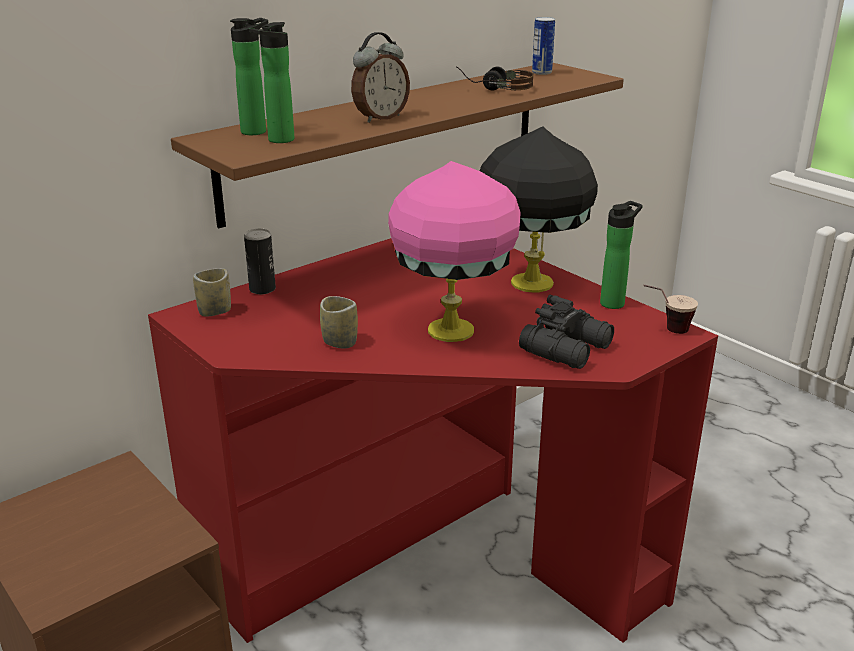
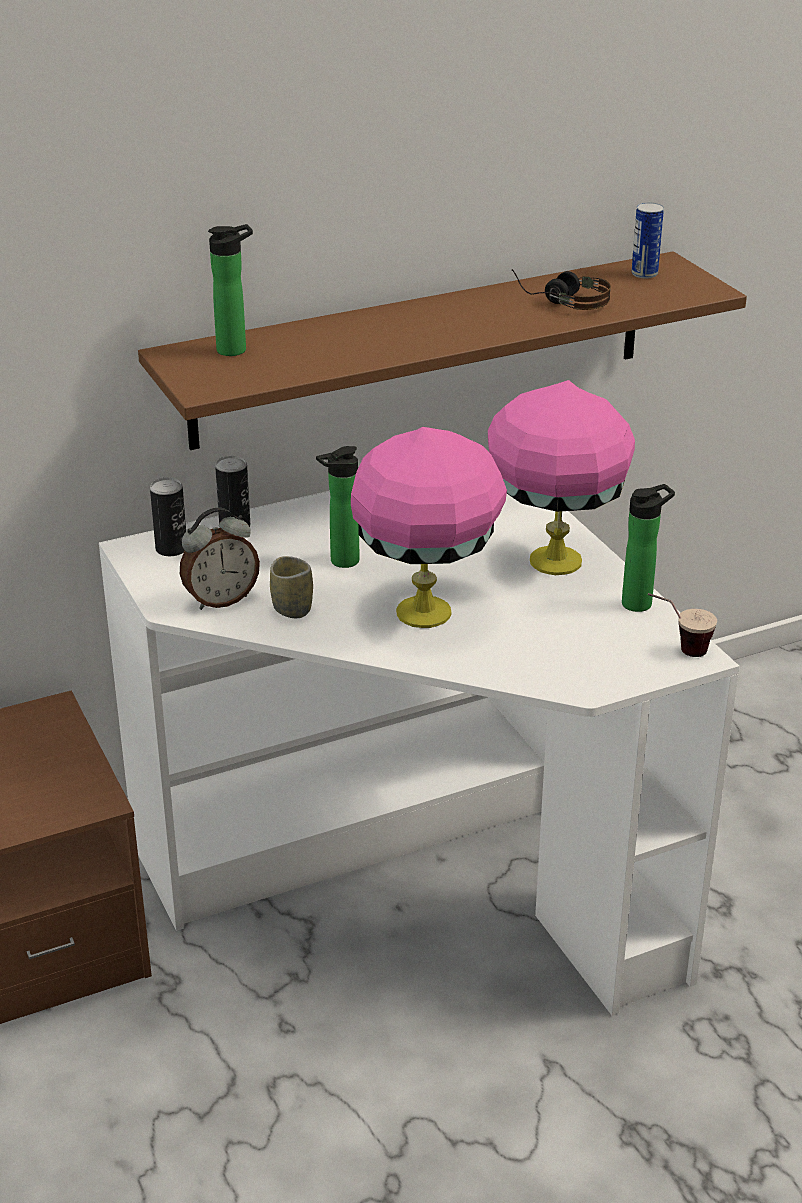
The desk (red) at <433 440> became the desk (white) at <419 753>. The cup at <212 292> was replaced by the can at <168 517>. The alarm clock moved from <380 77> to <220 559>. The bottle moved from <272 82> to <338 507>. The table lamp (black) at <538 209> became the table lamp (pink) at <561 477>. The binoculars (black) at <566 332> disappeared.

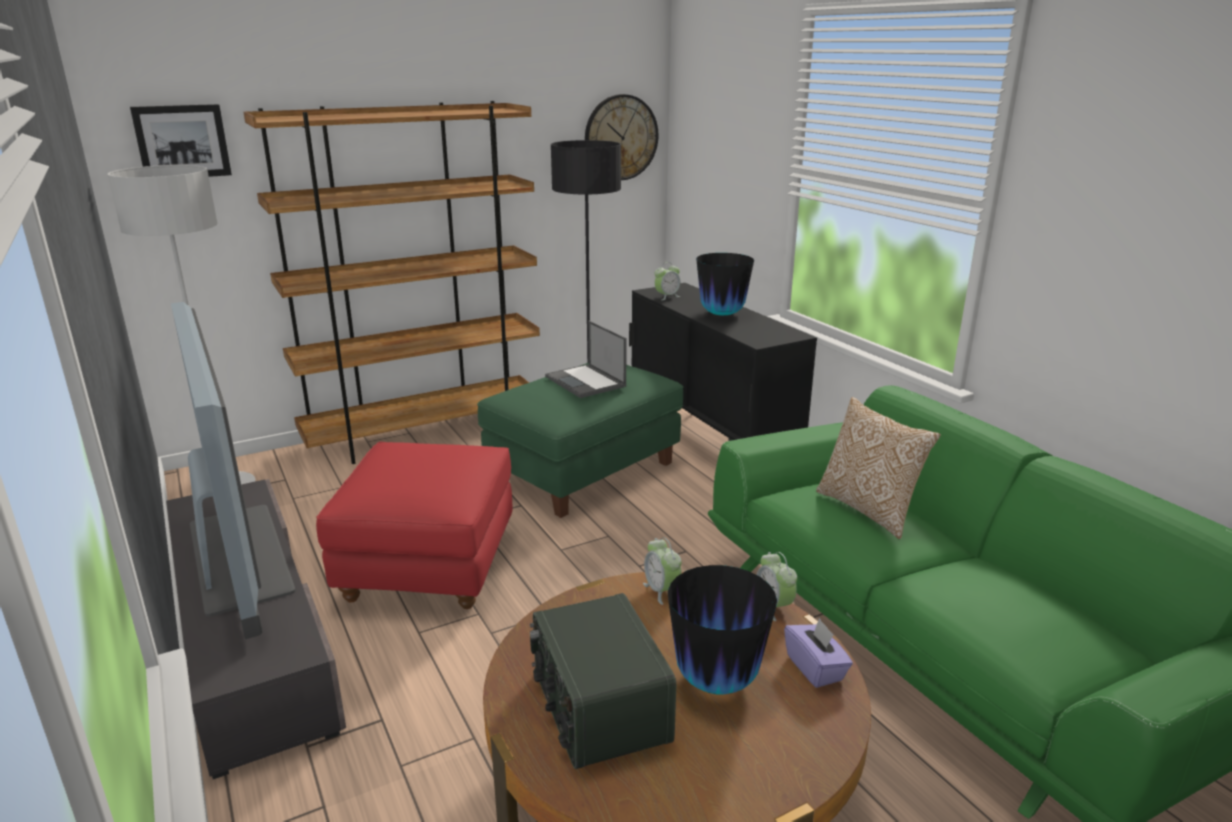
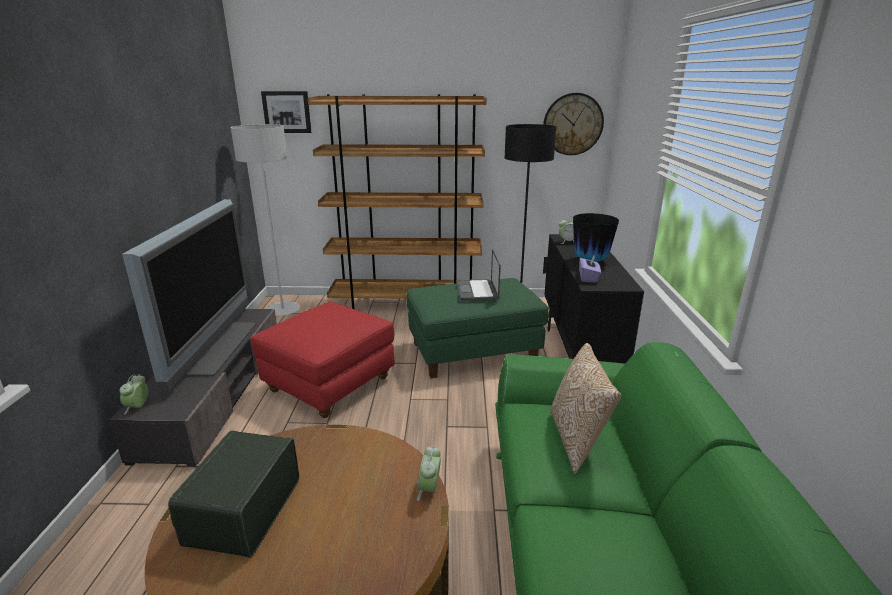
The alarm clock moved from <662 571> to <134 394>. The tissue box (purple) moved from <818 653> to <590 269>. The vase at <722 629> disappeared.

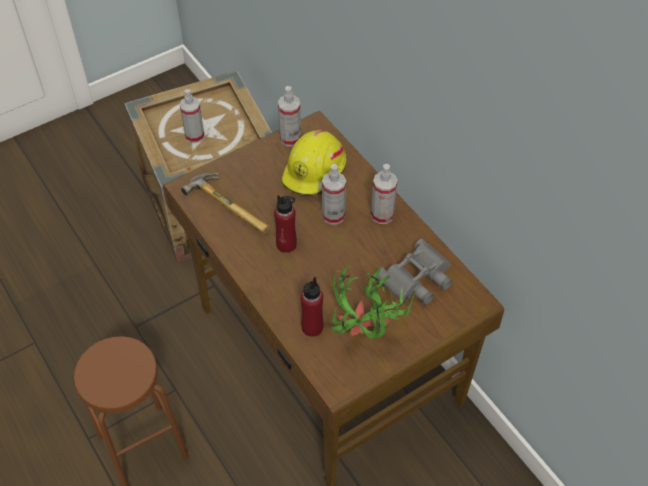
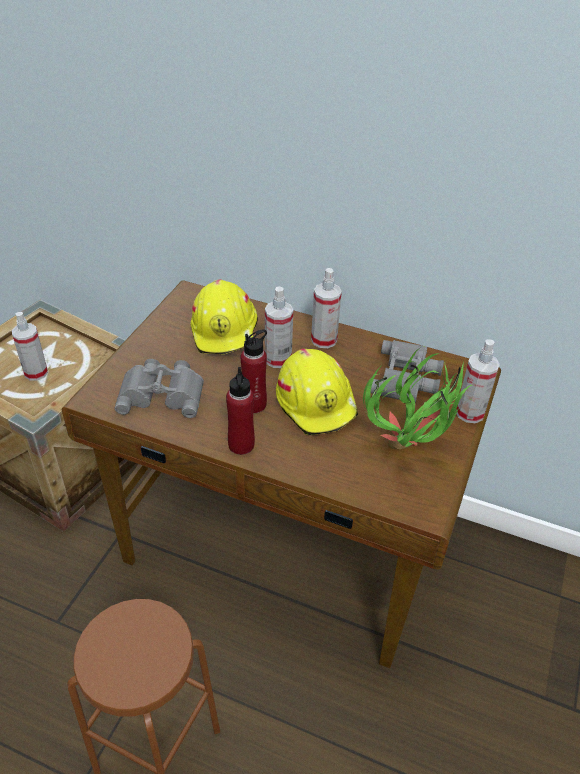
The hammer at <225 203> was replaced by the binoculars (grey) at <159 388>. The bottle (red) moved from <312 307> to <240 411>. The hard hat (yellow) at <317 392> appeared. The spray bottle moved from <289 116> to <478 381>.

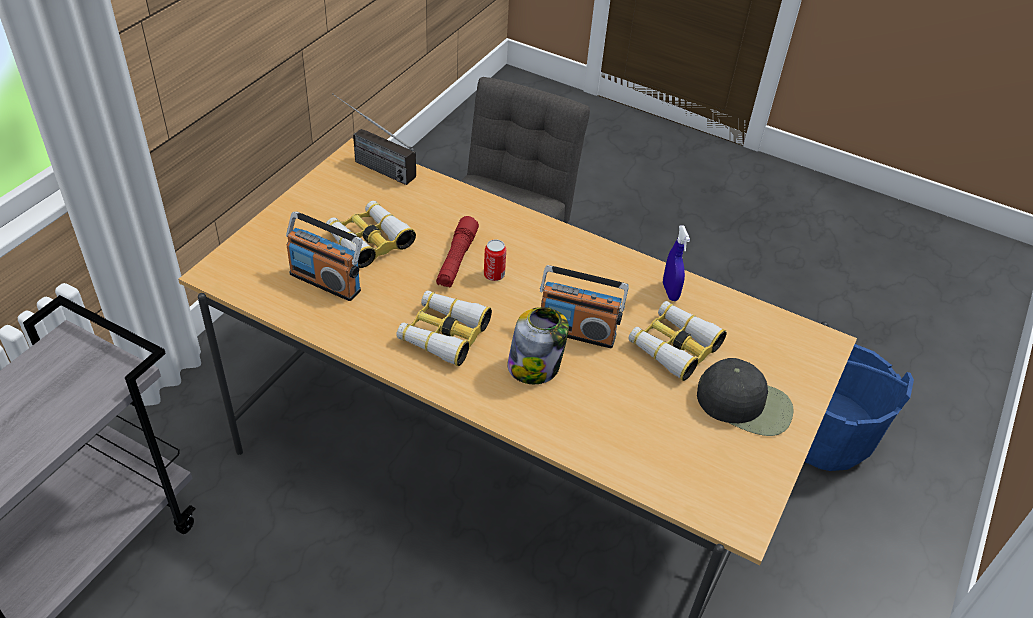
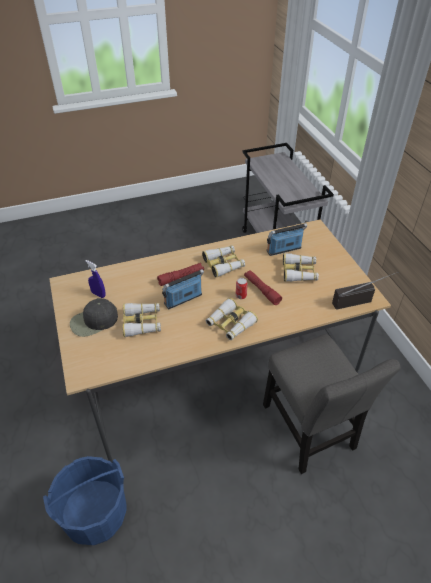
The spray bottle (blue) moved from <676 263> to <95 279>. The jar at <538 345> was replaced by the flashlight (red) at <180 274>. The binoculars at <232 319> appeared.

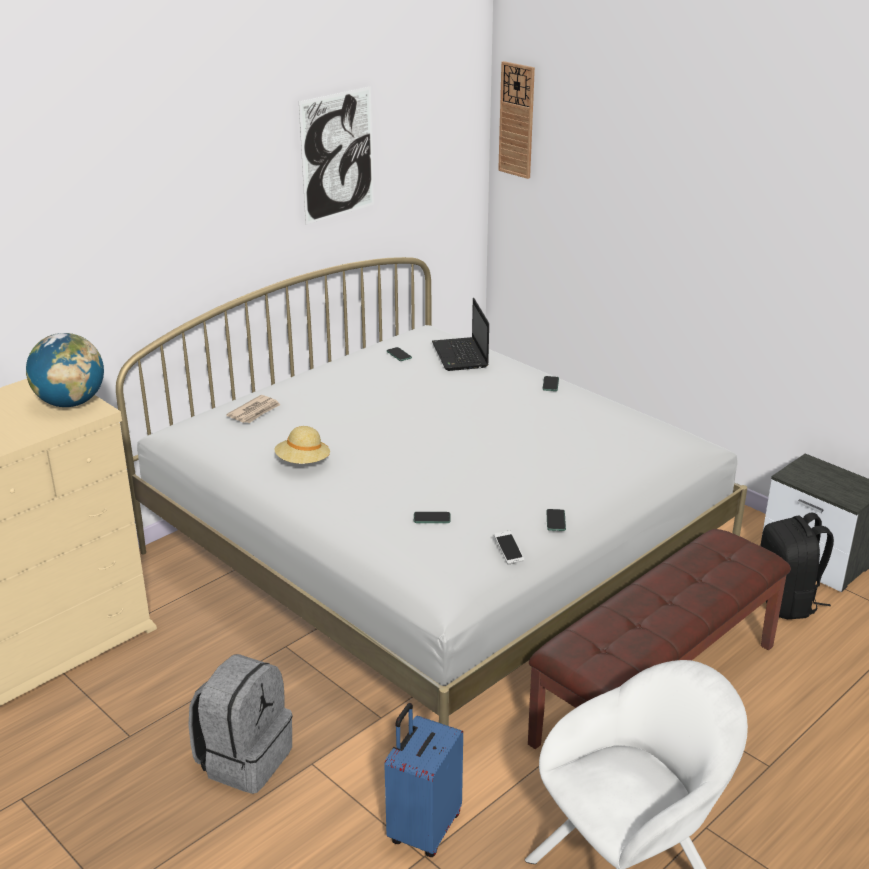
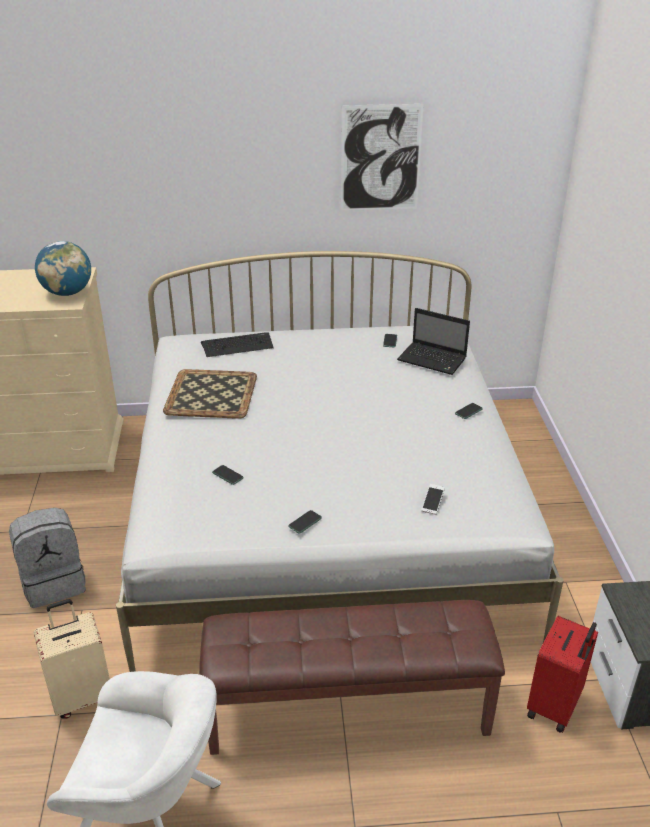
The suitcase (blue) at <423 780> became the suitcase (beige) at <72 659>. The hat (beige) at <302 445> was replaced by the tray at <210 394>. The newspaper at <253 409> was replaced by the keyboard at <237 344>. The laptop at <460 334> turned 90 degrees counterclockwise. The phone moved from <509 547> to <433 499>. The backpack (black) at <797 566> was replaced by the suitcase (red) at <562 674>. The wall clock at <516 120> disappeared.

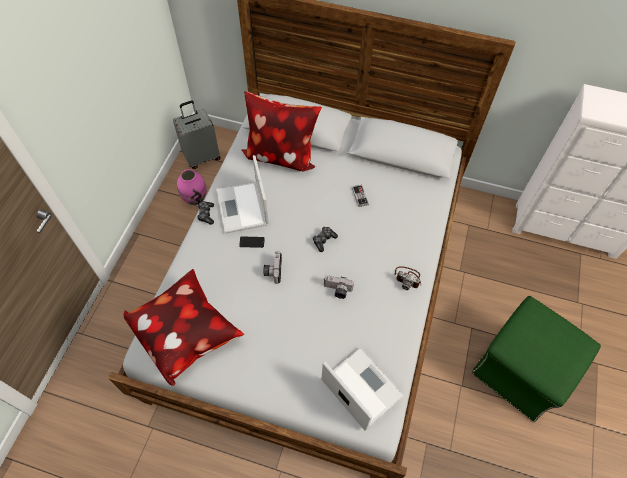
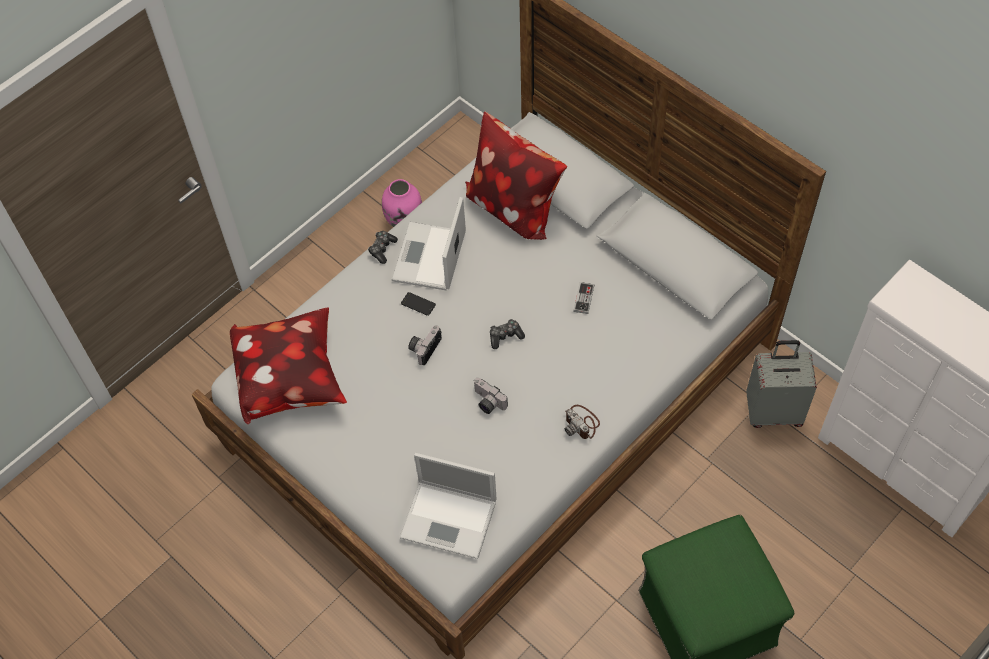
The laptop at <362 389> turned 120 degrees clockwise. The suitcase (grey) moved from <197 135> to <781 384>.

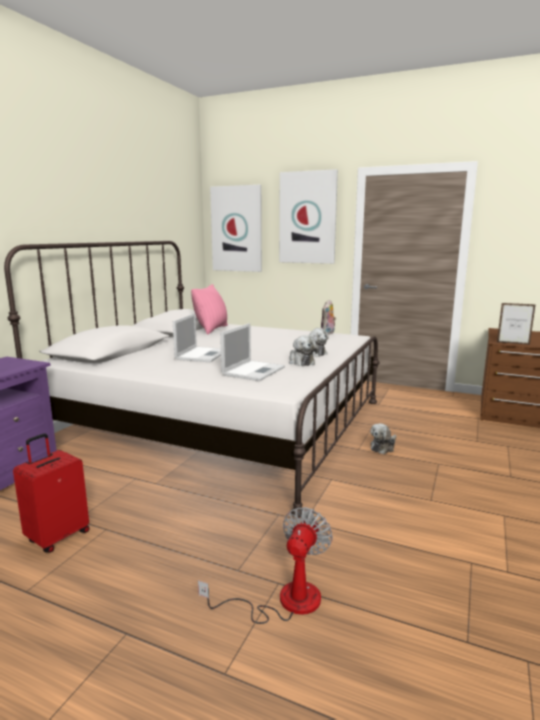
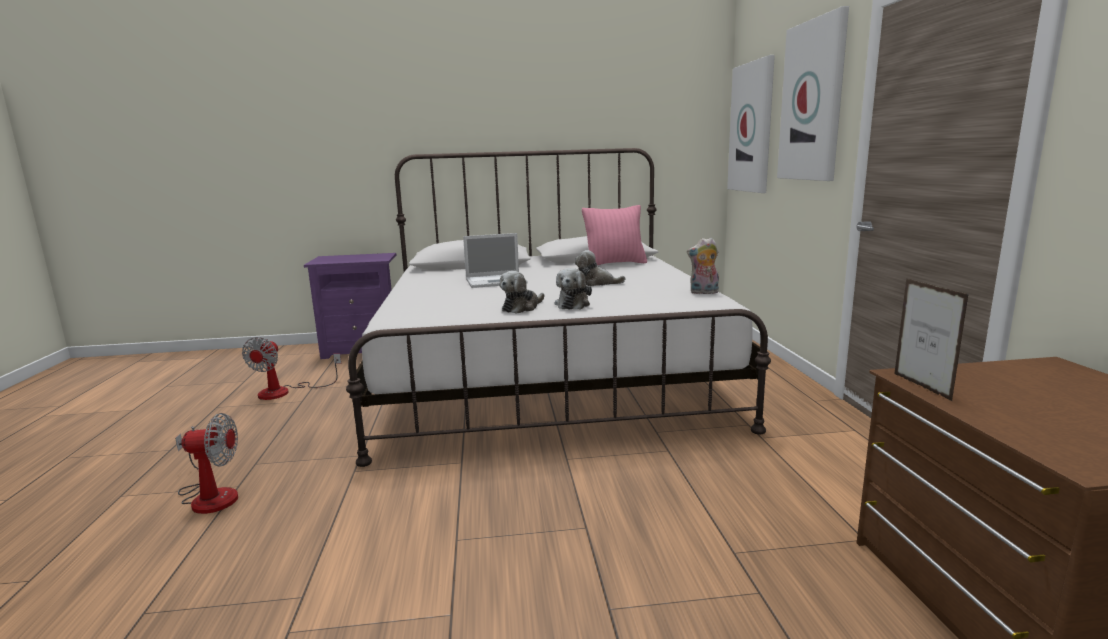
The suitcase (red) at <51 493> was replaced by the fan at <291 368>. The plush toy moved from <383 438> to <600 268>. The laptop at <252 352> disappeared.

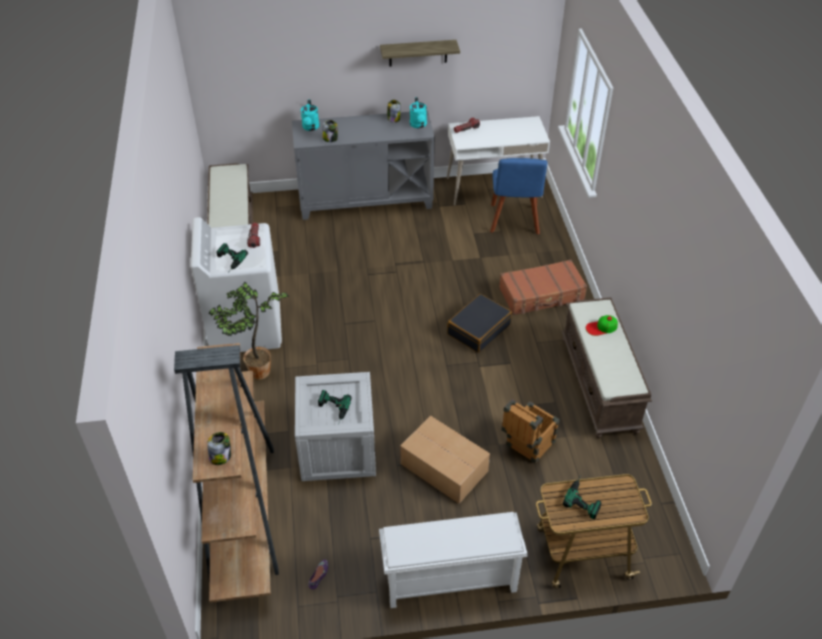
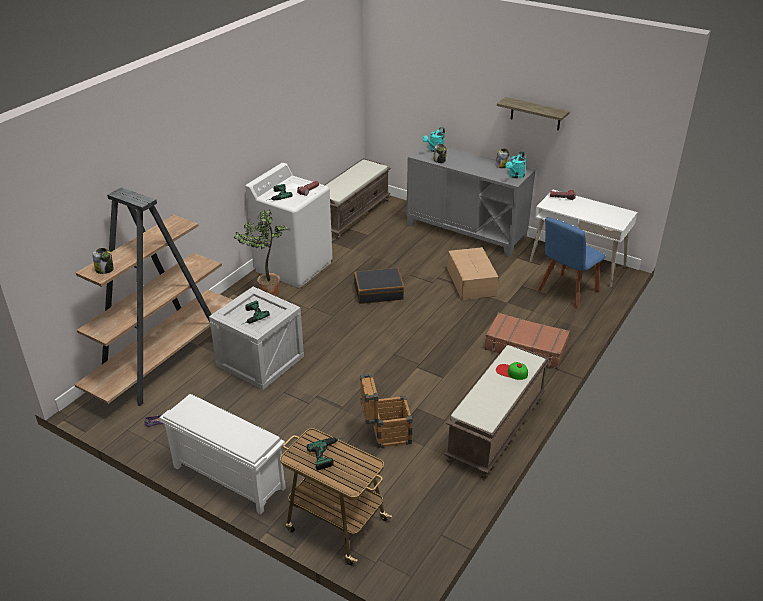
The suitcase (black) moved from <479 323> to <379 286>. The cardboard box moved from <445 460> to <473 273>.

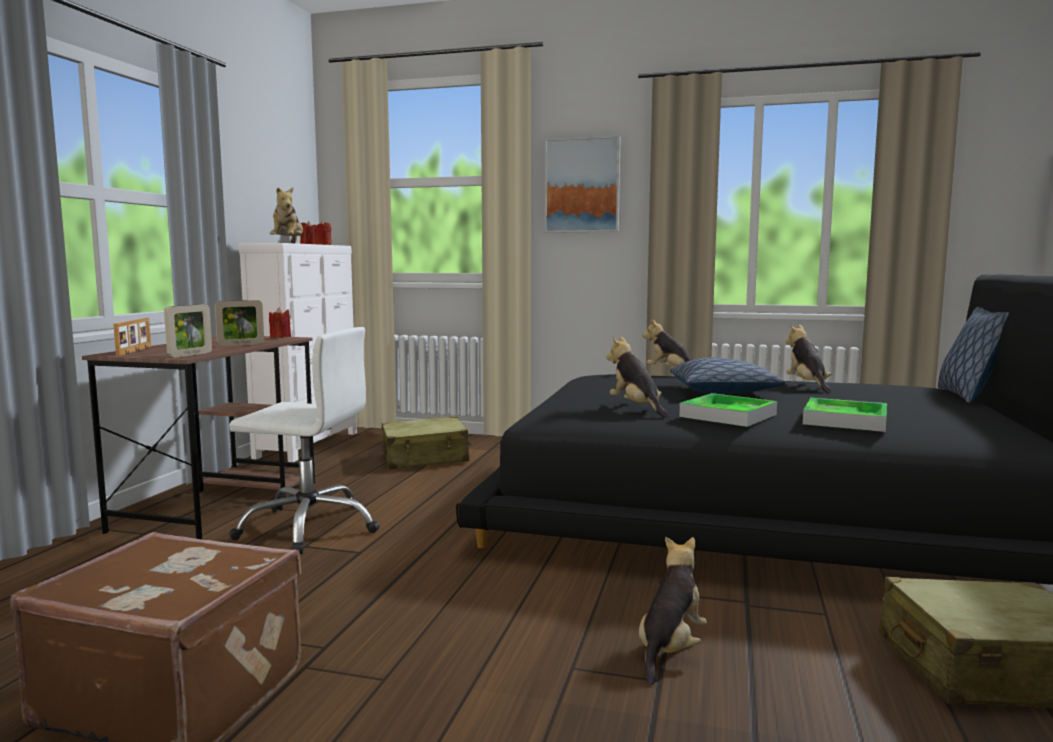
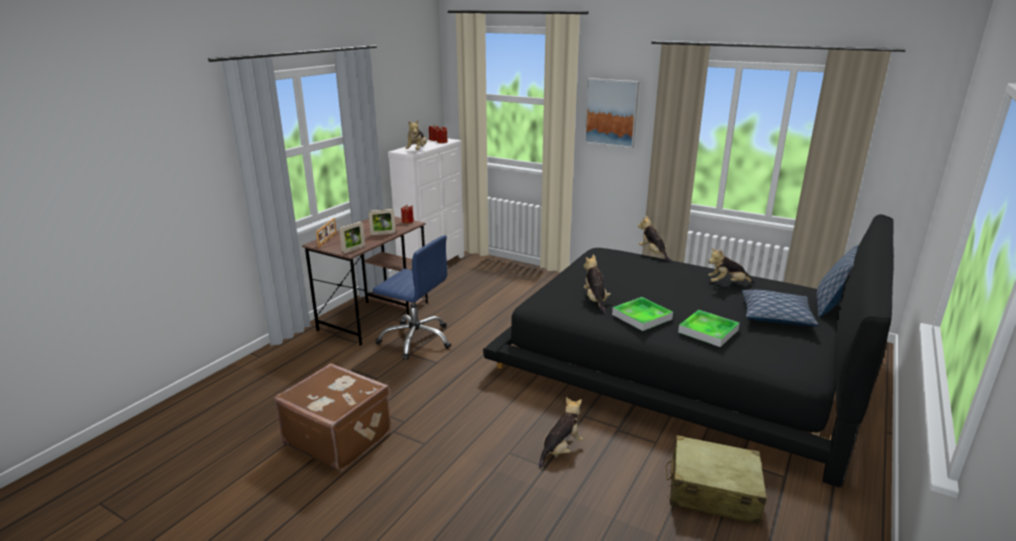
The office chair (white) at <304 440> became the office chair (blue) at <412 297>. The plush toy at <808 358> turned 105 degrees counterclockwise. The pillow moved from <727 375> to <780 308>. The suitcase (beige) at <426 442> disappeared.

